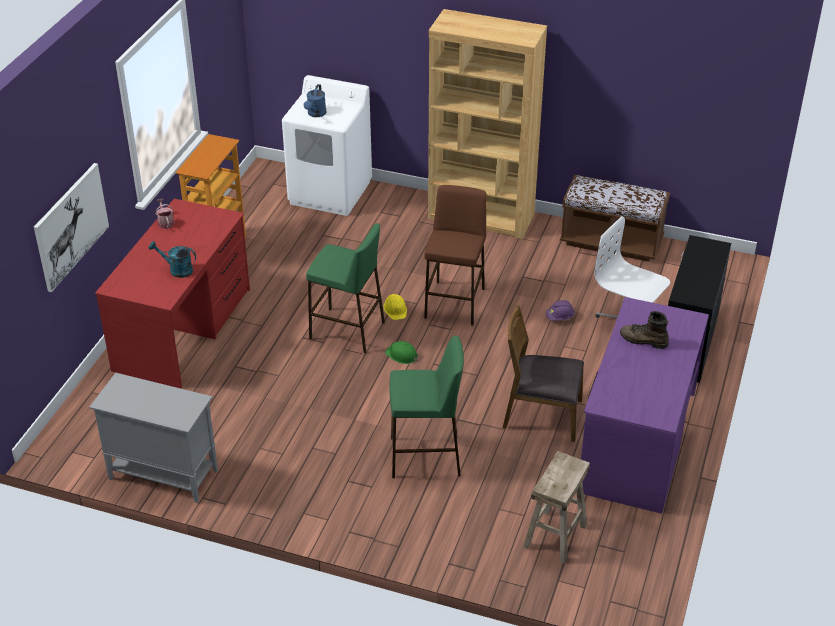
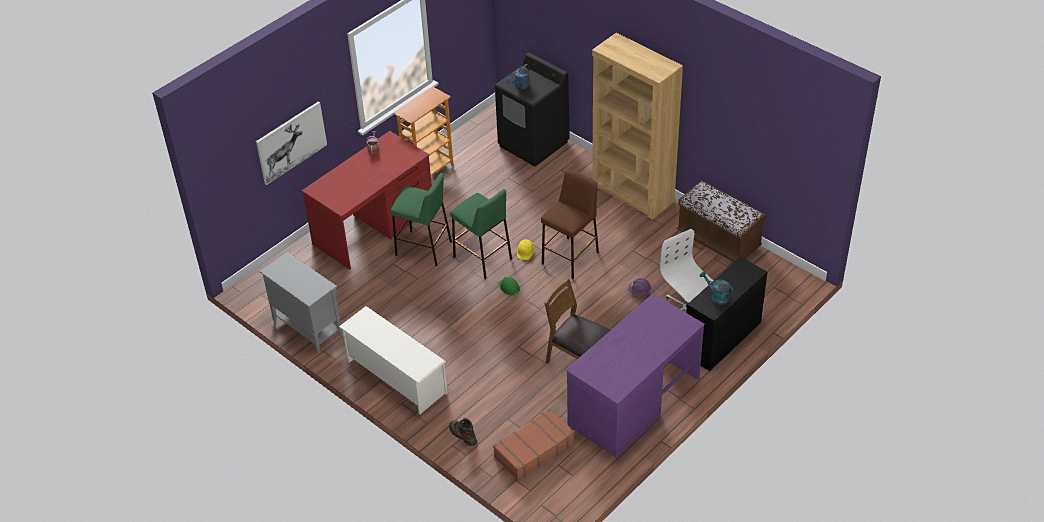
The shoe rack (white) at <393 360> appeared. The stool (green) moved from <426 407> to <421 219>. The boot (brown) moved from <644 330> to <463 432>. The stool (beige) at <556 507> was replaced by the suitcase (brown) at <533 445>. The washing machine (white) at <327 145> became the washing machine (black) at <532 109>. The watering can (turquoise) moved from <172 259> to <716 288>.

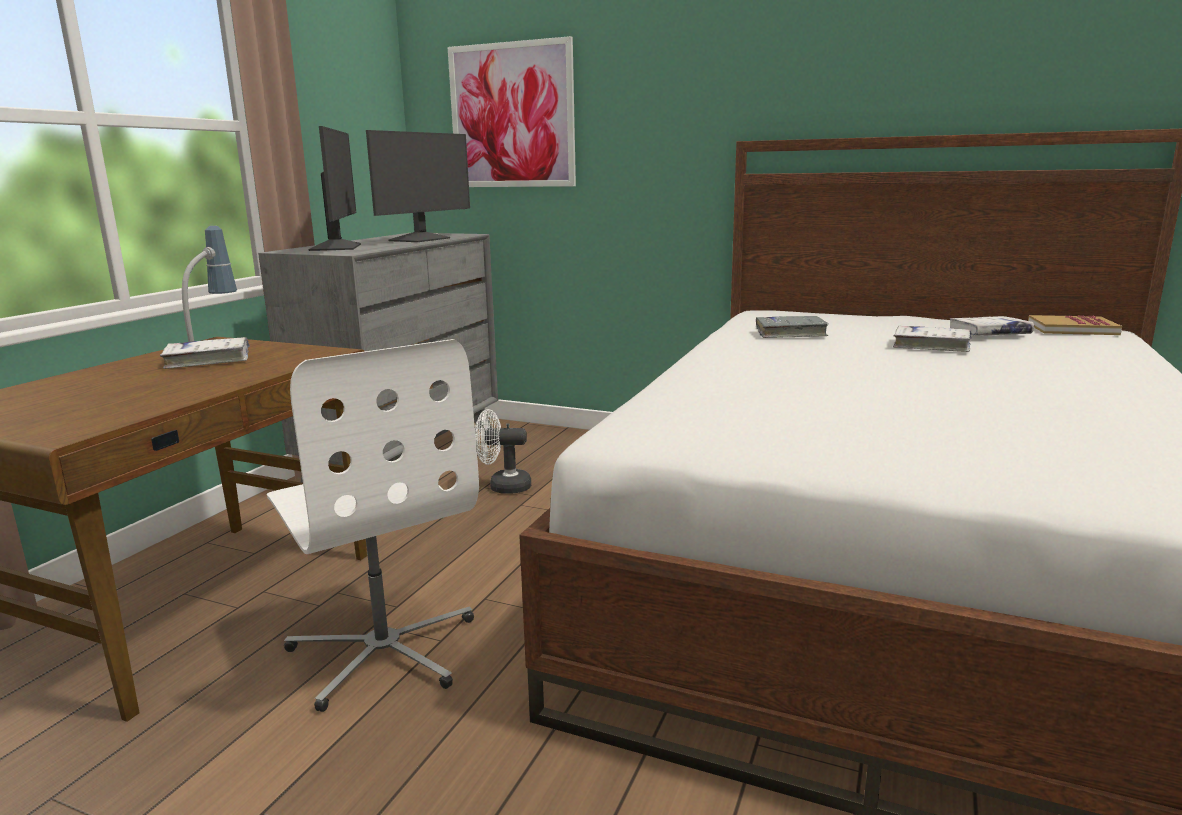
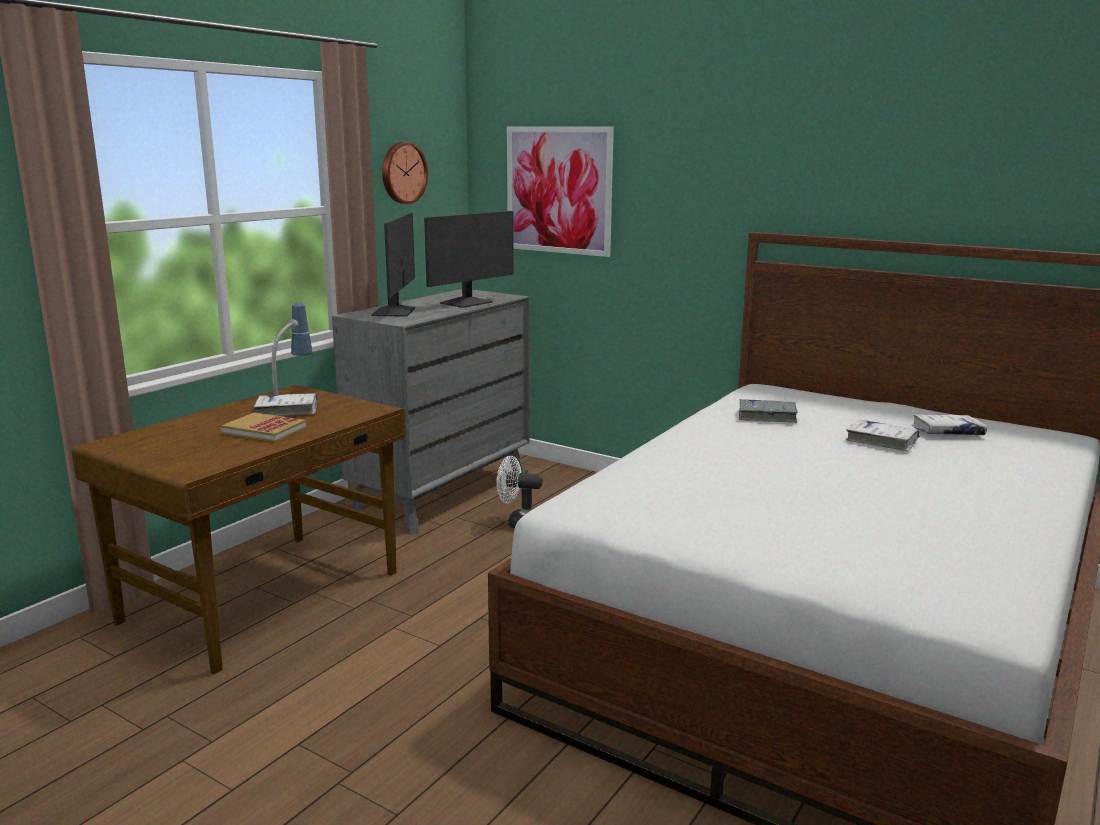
The book moved from <1075 325> to <264 427>. The wall clock at <405 173> appeared. The office chair (white) at <373 525> disappeared.

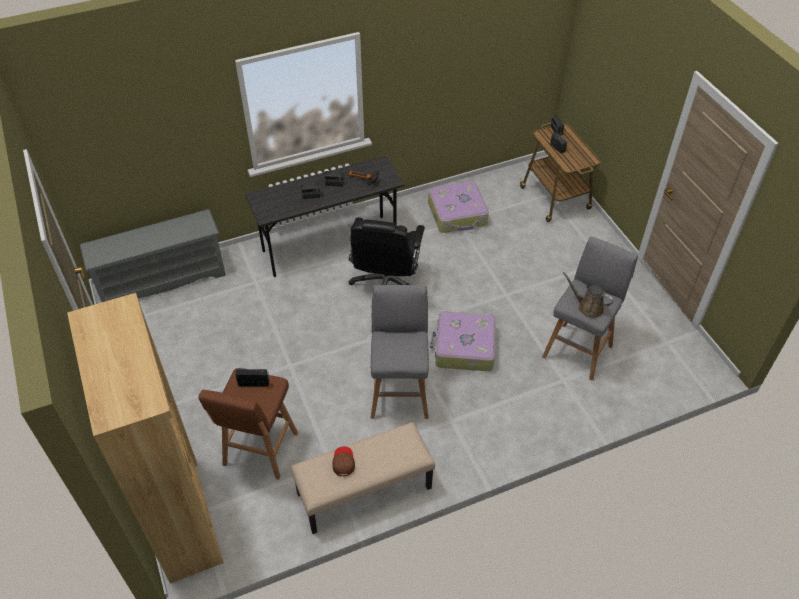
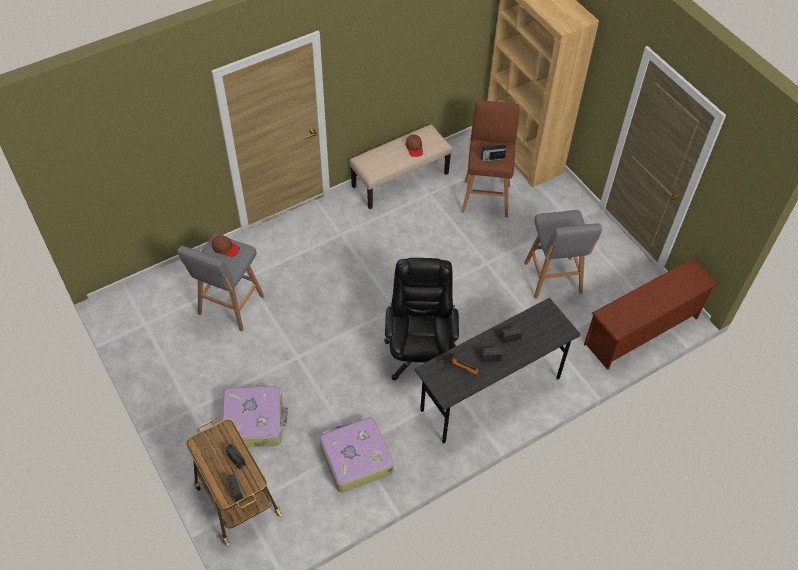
The watering can (brown) at <588 295> was replaced by the cap (brown) at <226 246>. The suitcase moved from <463 341> to <254 416>. The stool (grey) moved from <400 352> to <563 254>. The shoe rack (grey) at <152 255> became the shoe rack (brown) at <651 314>.

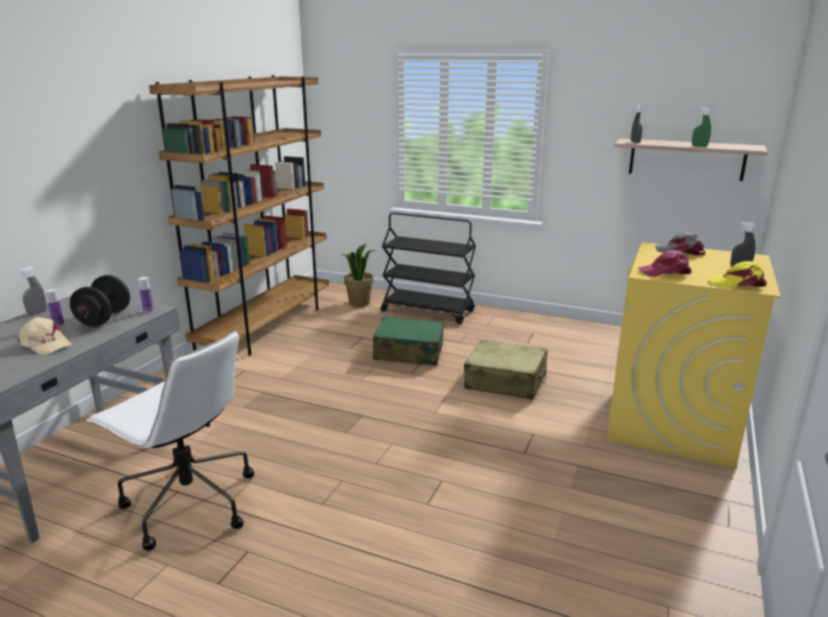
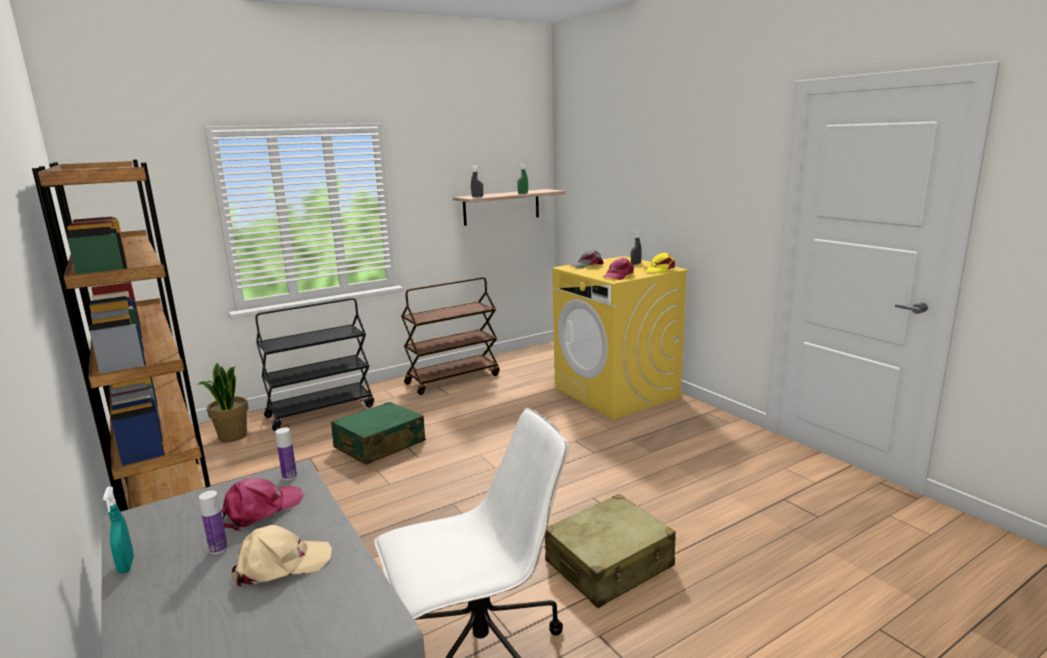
The spray bottle (grey) at <32 291> became the spray bottle (turquoise) at <118 530>. The dumbbell (black) at <100 301> was replaced by the cap (pink) at <262 504>. The cart (brown) at <450 336> appeared. The suitcase (beige) moved from <505 370> to <610 551>.

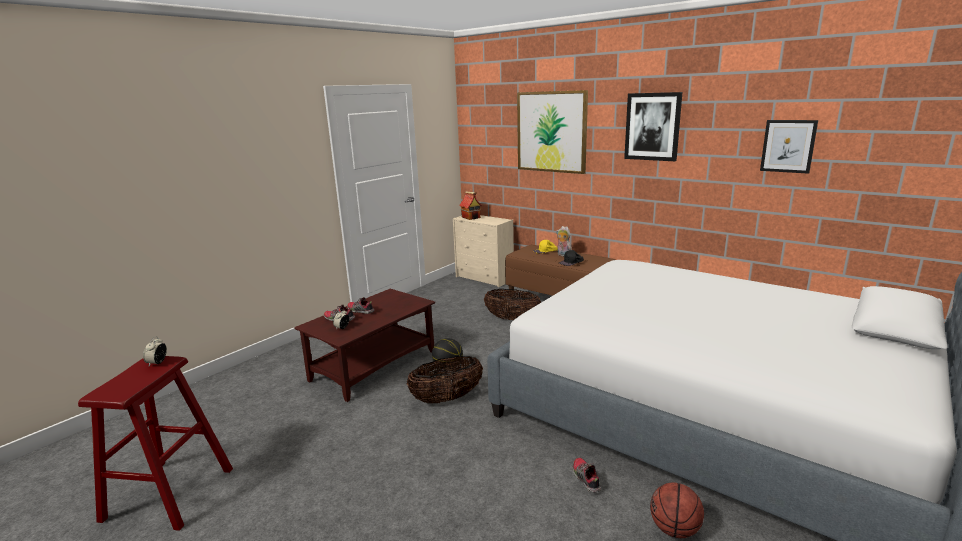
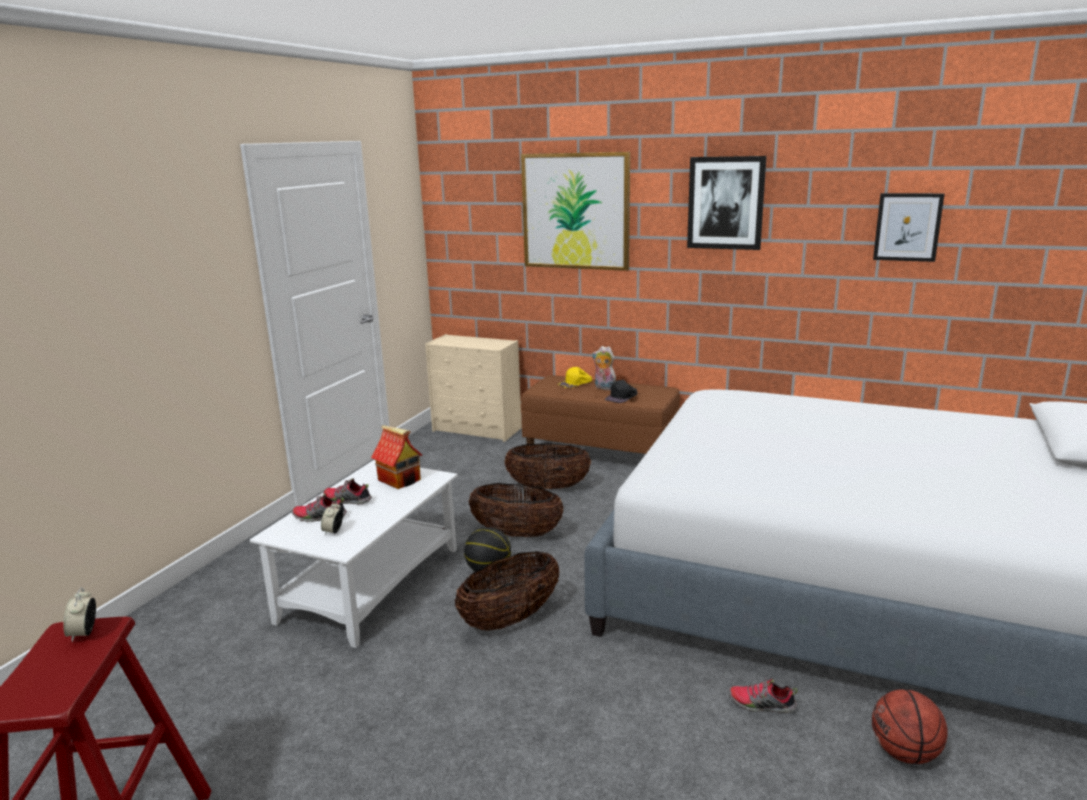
The coffee table (brown) at <364 345> became the coffee table (white) at <354 554>. The toy house moved from <470 205> to <396 457>. The basket at <516 510> appeared. The shoe at <587 475> turned 45 degrees counterclockwise.

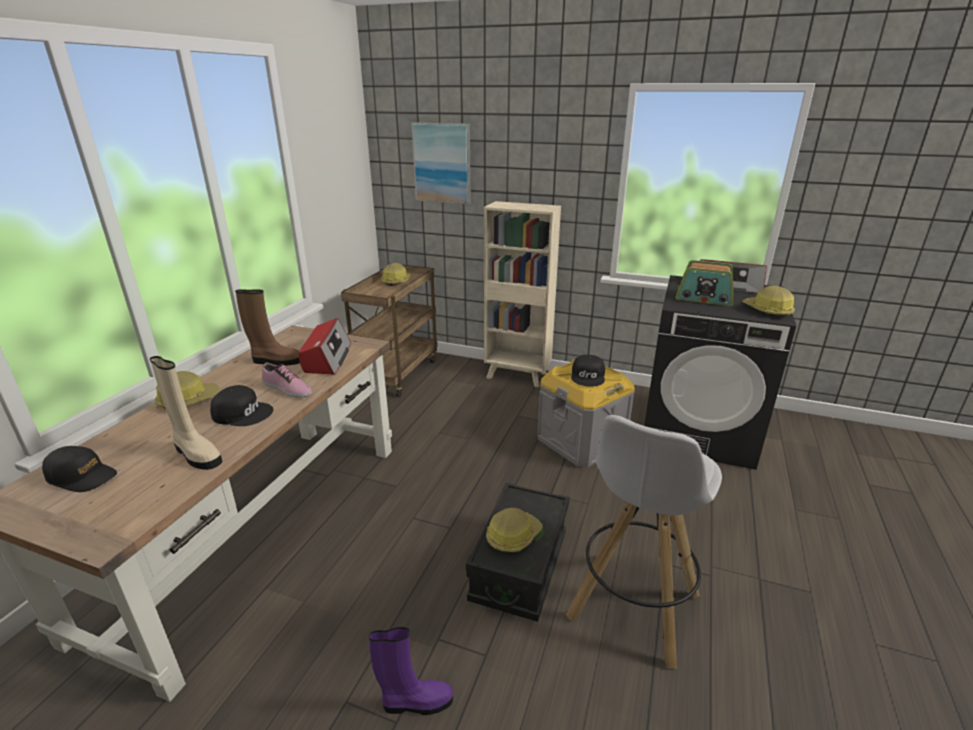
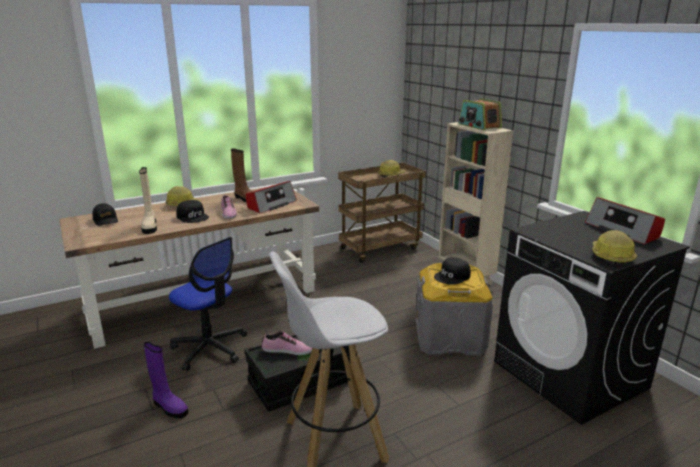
The office chair at <208 304> appeared. The hard hat at <514 530> was replaced by the shoe at <287 343>. The radio moved from <704 283> to <480 114>. The picture at <441 164> disappeared.

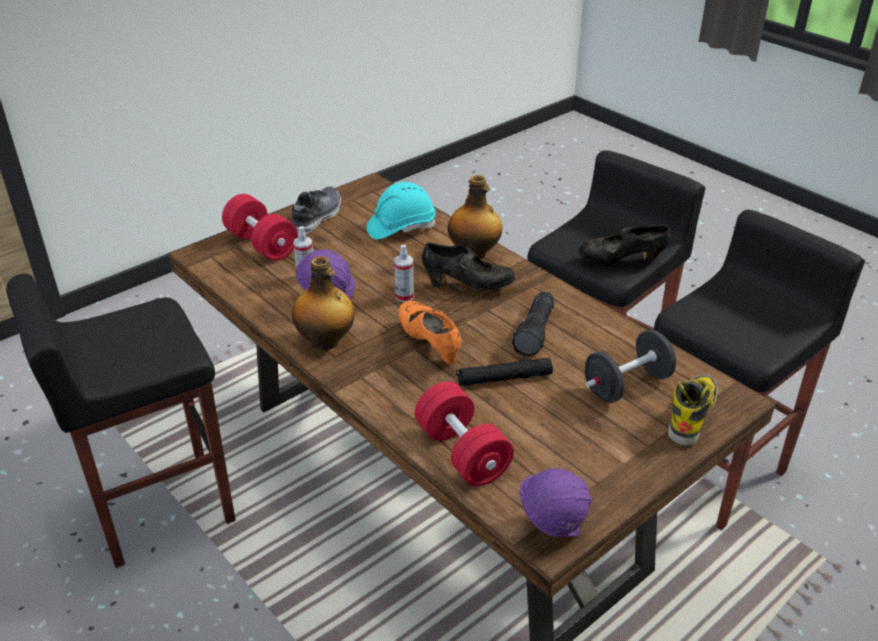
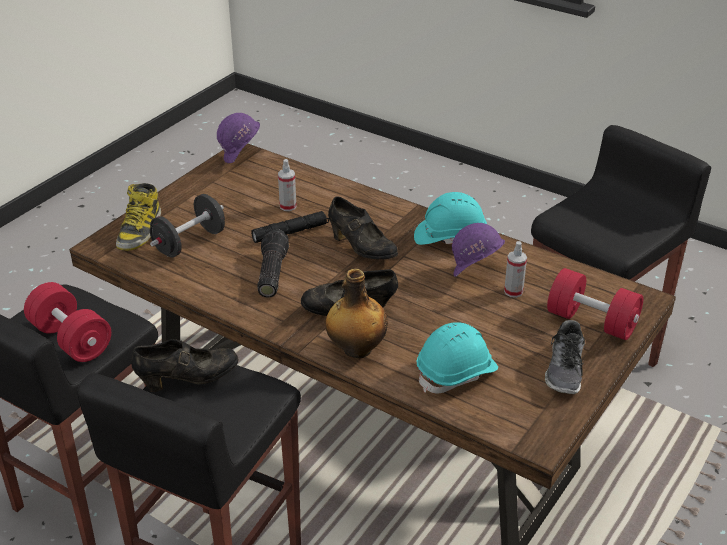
The dumbbell (red) moved from <464 434> to <67 322>. The spray bottle moved from <404 273> to <287 185>. The shoe (orange) at <430 332> became the shoe (black) at <363 228>. The bottle at <323 303> was replaced by the hard hat (turquoise) at <450 218>.

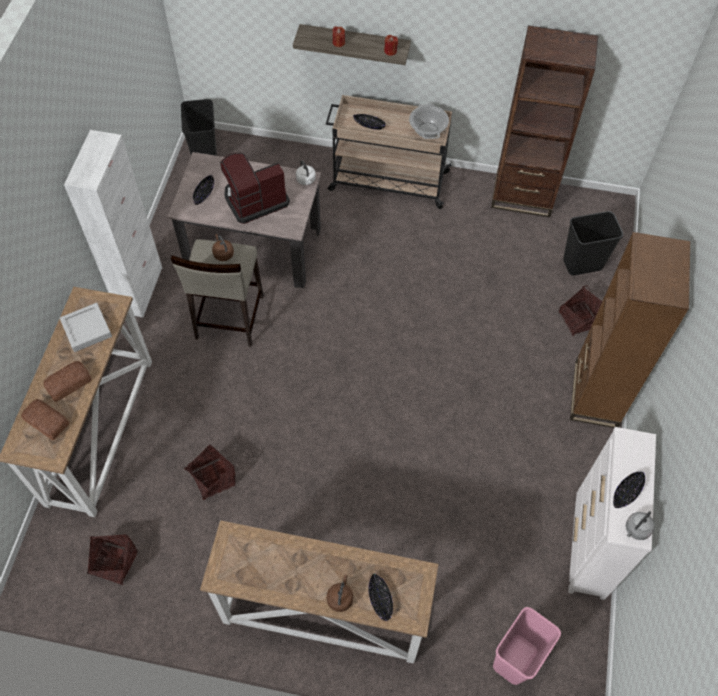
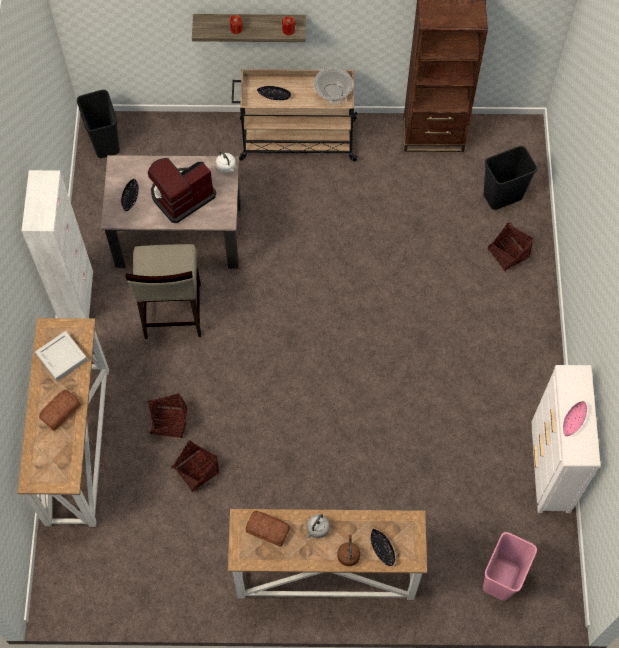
The basket moved from <112 559> to <167 415>. The bread moved from <45 419> to <268 529>. The kettle (grey) moved from <640 525> to <318 526>. The bowl (black) at <629 490> became the bowl (pink) at <575 418>. The kettle (brown) at <223 247> disappeared. The bookcase (brown) at <630 330> disappeared.

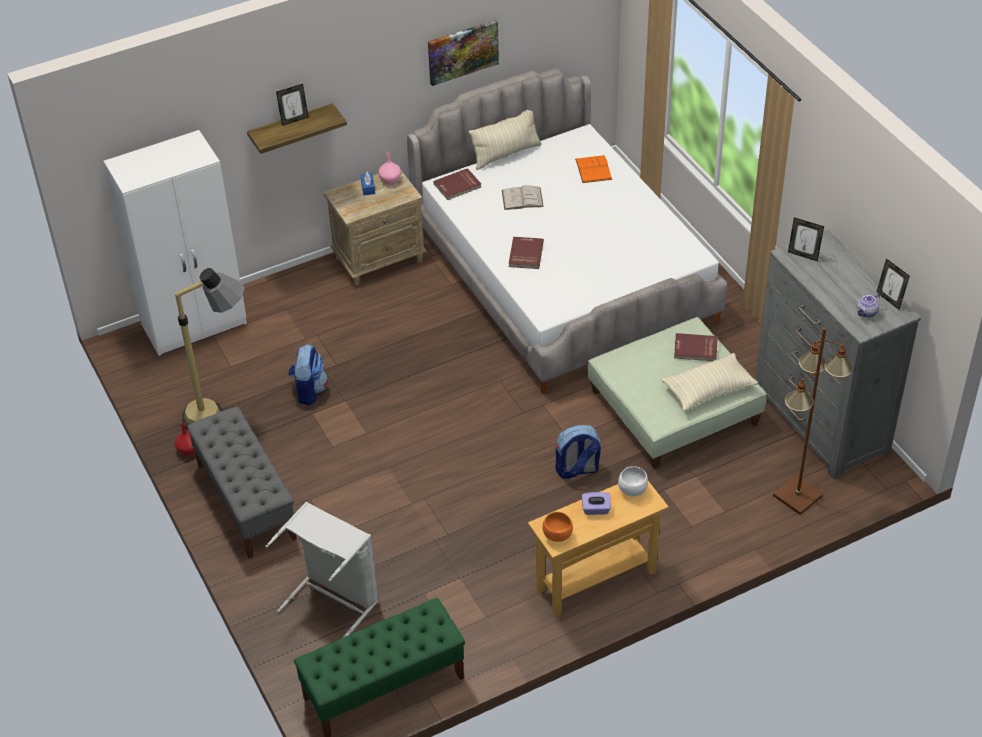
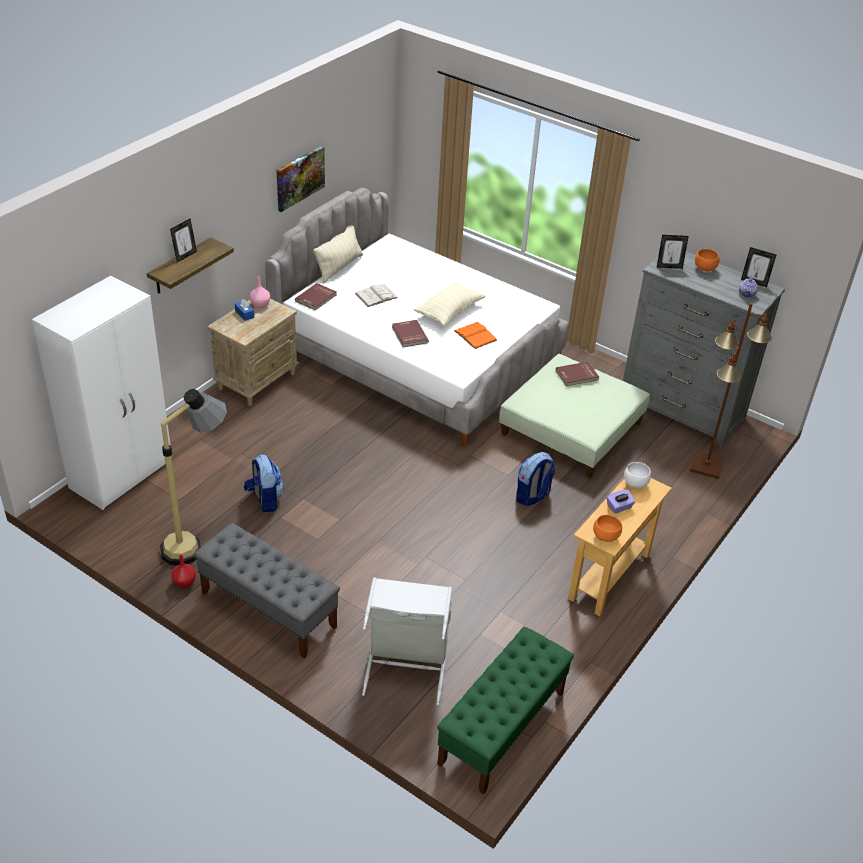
The pillow (beige) moved from <709 382> to <450 304>. The book (orange) moved from <593 169> to <475 335>. The bowl (orange) at <707 260> appeared.

